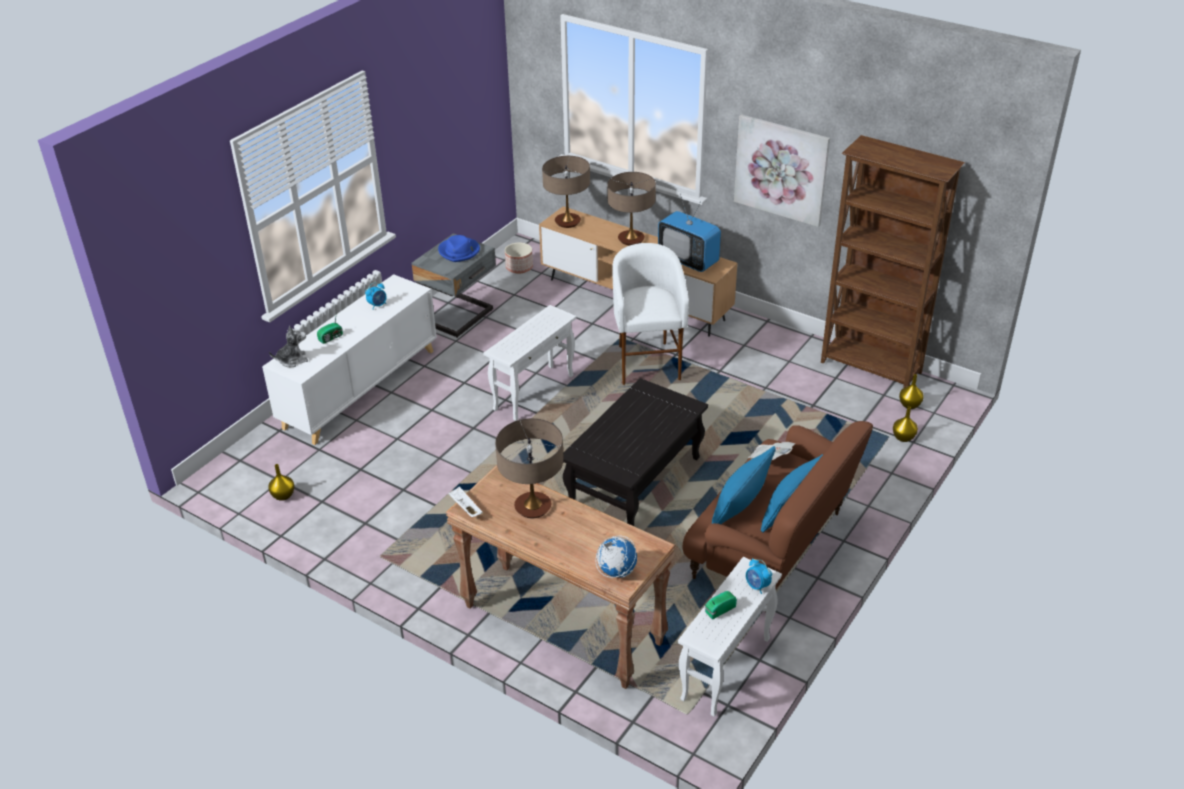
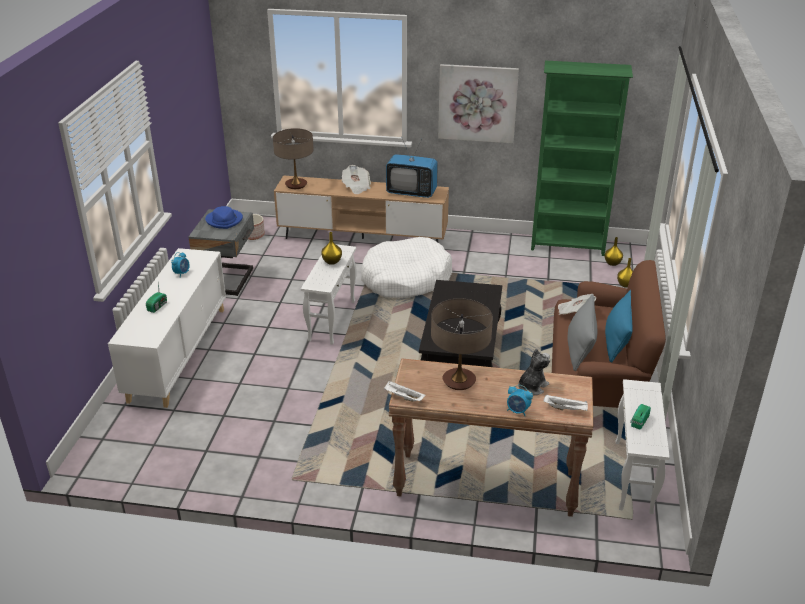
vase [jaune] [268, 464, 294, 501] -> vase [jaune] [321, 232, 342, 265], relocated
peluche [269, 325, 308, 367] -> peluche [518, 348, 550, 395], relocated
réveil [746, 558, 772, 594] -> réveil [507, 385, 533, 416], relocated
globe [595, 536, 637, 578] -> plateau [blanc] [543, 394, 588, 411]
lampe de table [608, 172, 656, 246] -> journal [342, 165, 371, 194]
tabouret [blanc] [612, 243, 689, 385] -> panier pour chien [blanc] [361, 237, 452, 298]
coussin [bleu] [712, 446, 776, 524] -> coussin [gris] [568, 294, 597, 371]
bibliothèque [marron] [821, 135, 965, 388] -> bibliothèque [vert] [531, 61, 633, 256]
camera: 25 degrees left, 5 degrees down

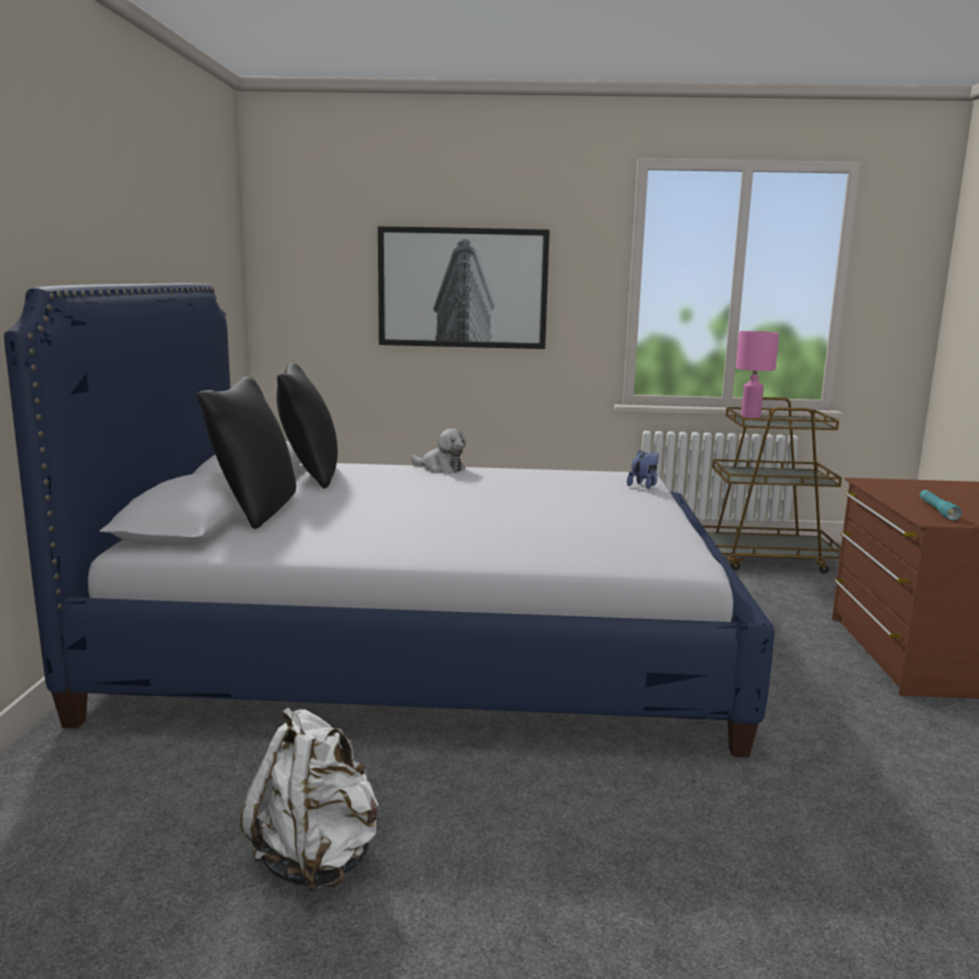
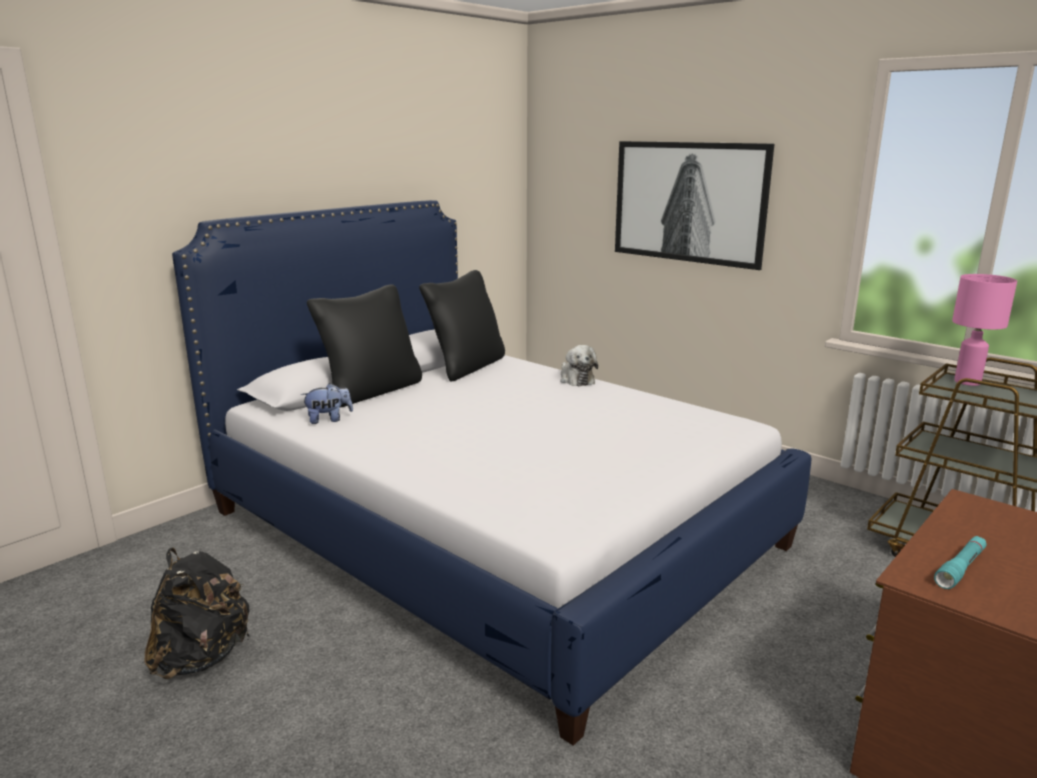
peluche [627, 449, 659, 489] -> peluche [301, 383, 353, 424], relocated
sac à dos [blanc] [241, 707, 379, 891] -> sac à dos [noir] [145, 548, 250, 679]
camera: 40 degrees right, 5 degrees up

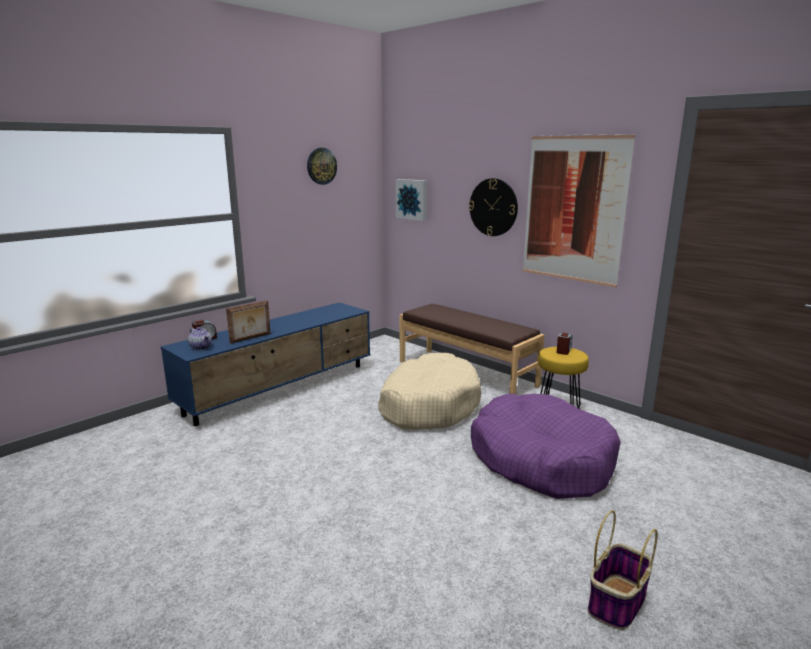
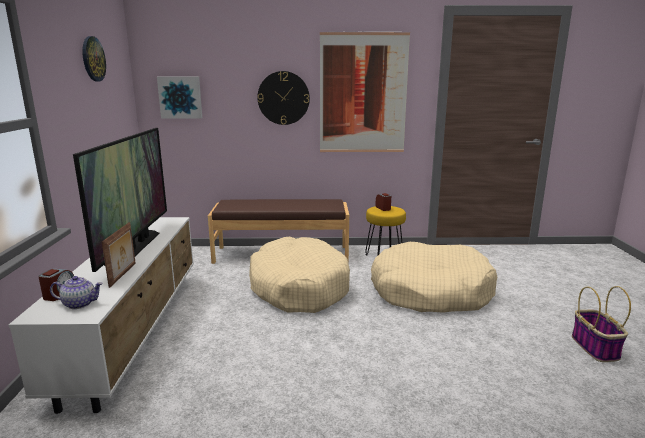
none -> téléviseur [73, 128, 167, 272]
meuble télé [bleu] [161, 302, 370, 426] -> meuble télé [blanc] [9, 217, 194, 414]
panier pour chien [violet] [471, 393, 621, 499] -> panier pour chien [beige] [371, 242, 497, 313]
camera: 45 degrees left, 0 degrees up

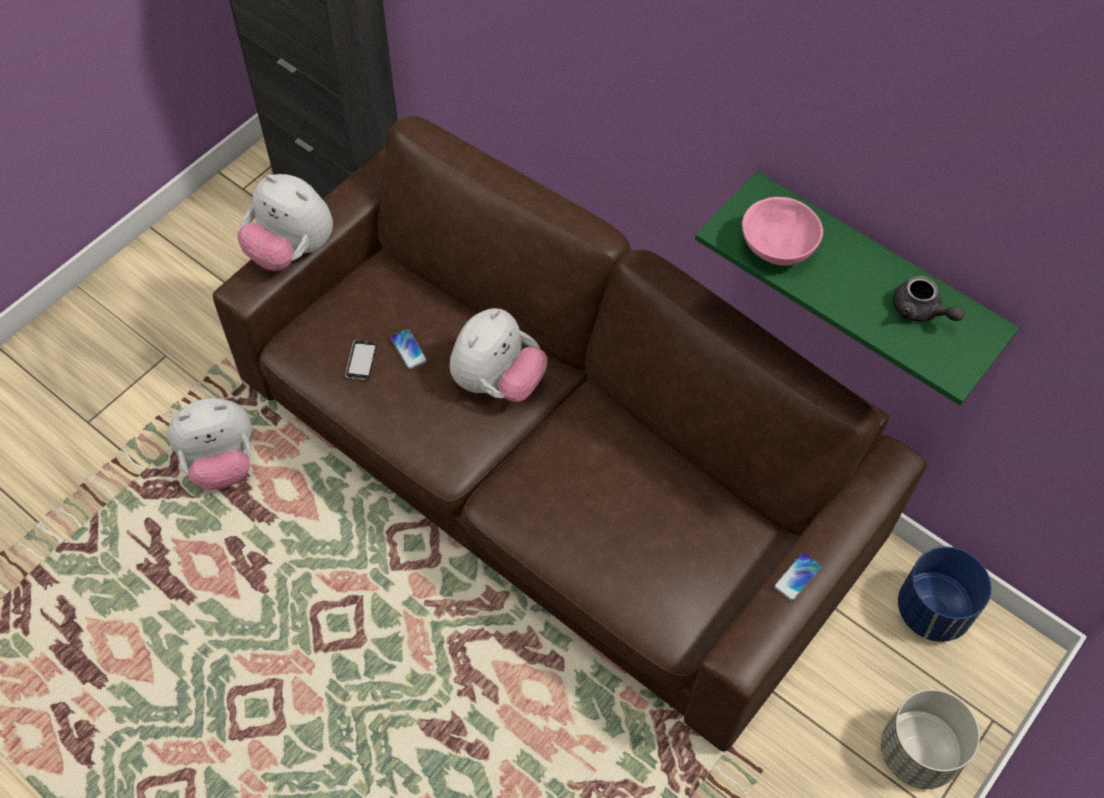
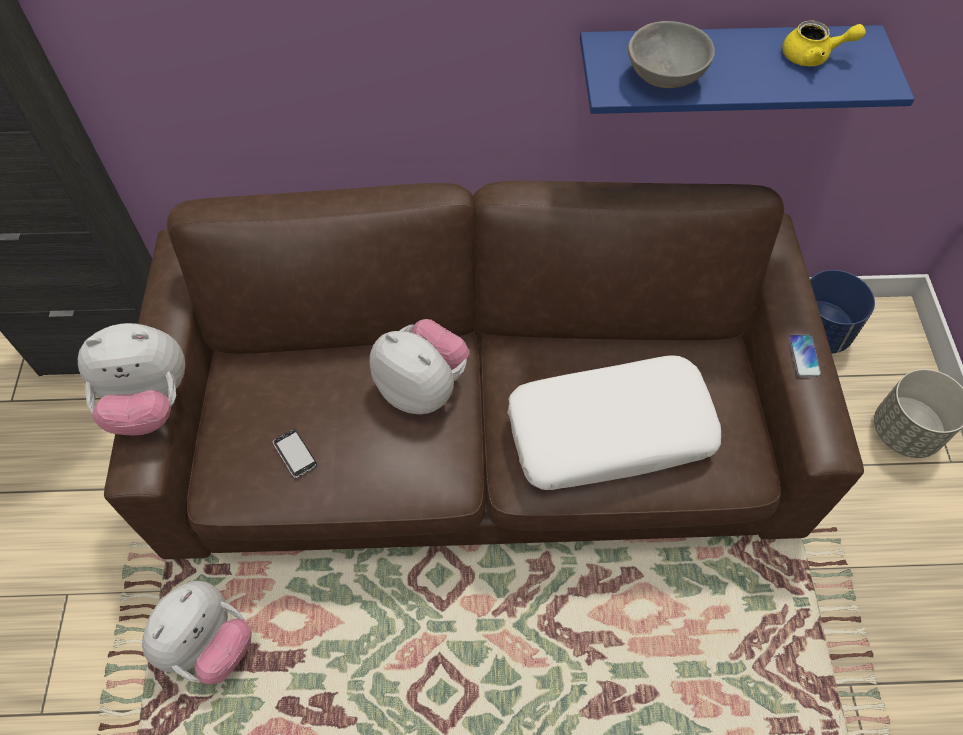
téléphone [390, 329, 427, 370] -> none
none -> coussin [blanc] [507, 355, 721, 490]
étagère [vert] [695, 172, 1019, 405] -> étagère [bleu] [580, 25, 915, 114]
bol [rose] [742, 197, 823, 266] -> bol [gris] [628, 21, 715, 88]
théière [gris] [893, 276, 964, 322] -> théière [jaune] [782, 20, 866, 66]
peluche [450, 308, 547, 402] -> peluche [370, 319, 470, 414], 45 degrees counterclockwise
camera: 40 degrees left, 0 degrees up

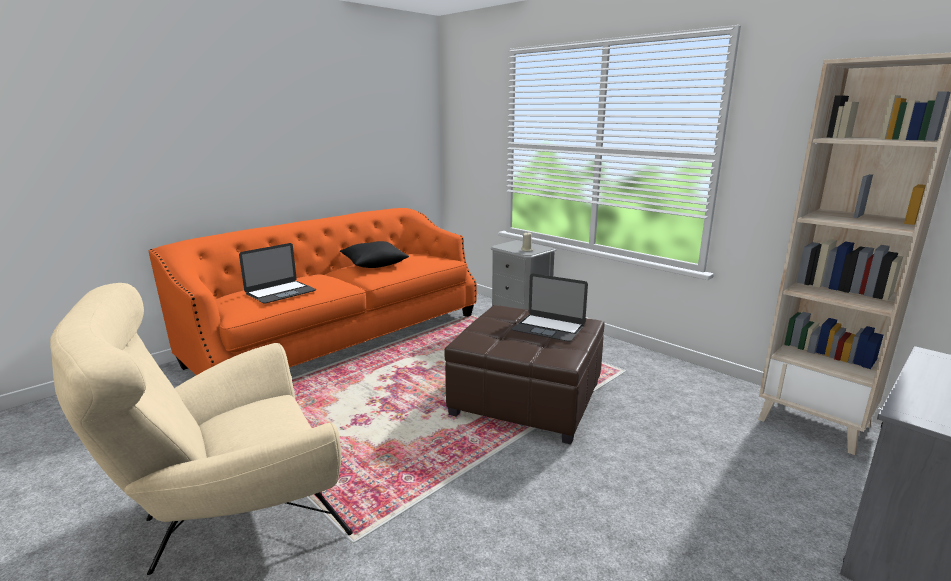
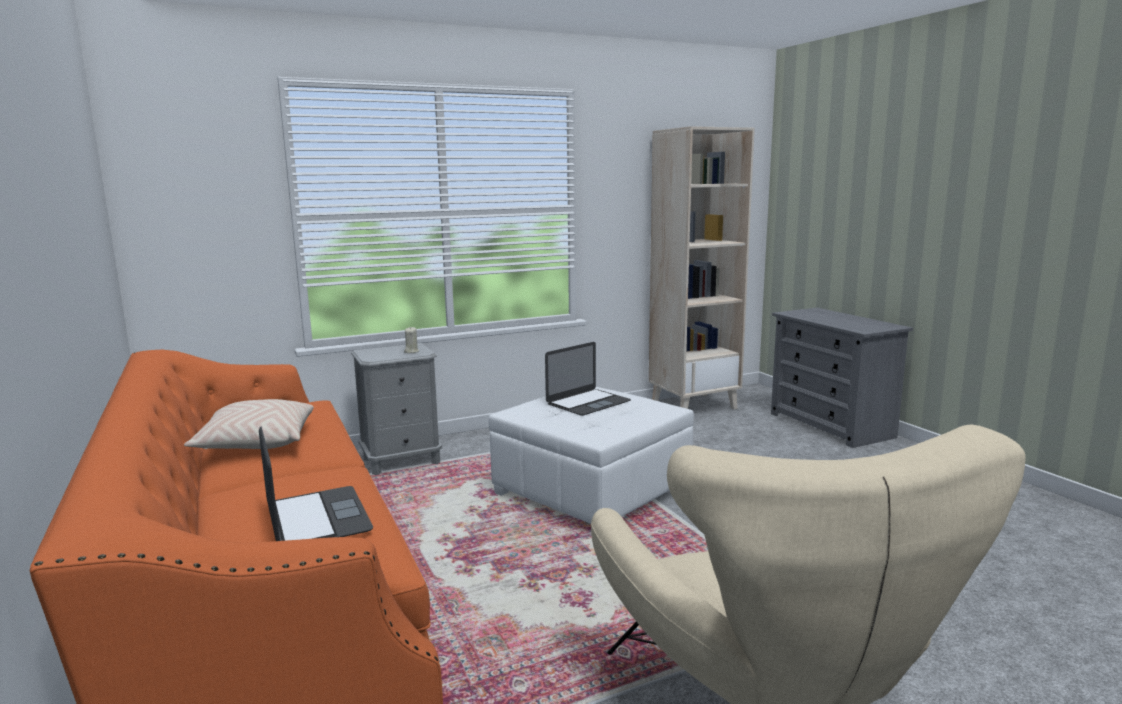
coussin [noir] [340, 241, 409, 268] -> coussin [beige] [184, 399, 314, 449]
pouf [marron] [444, 305, 605, 444] -> pouf [blanc] [489, 387, 694, 524]
camera: 70 degrees left, 5 degrees down

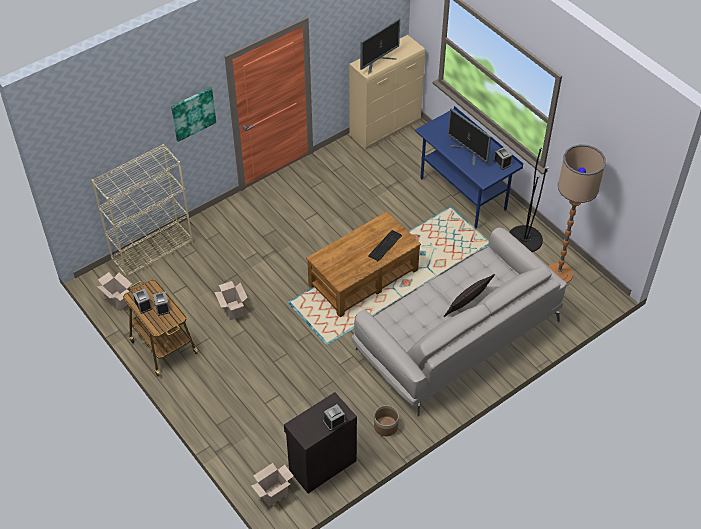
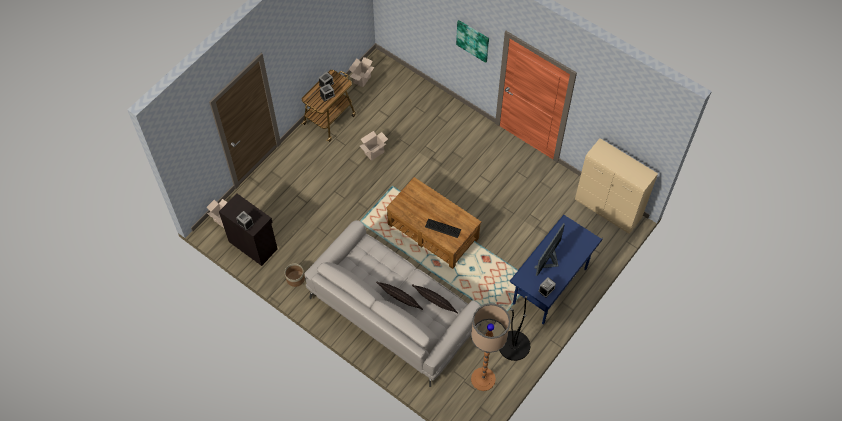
bibliothèque [beige] [91, 144, 193, 279] -> none
écran d'ordinateur [360, 18, 400, 74] -> none
none -> coussin [412, 284, 458, 314]
camera: 75 degrees right, 10 degrees up

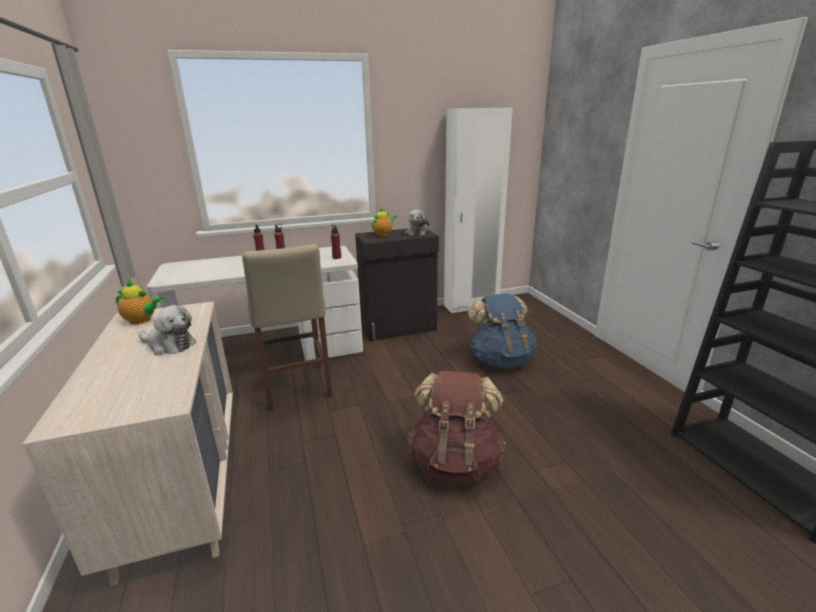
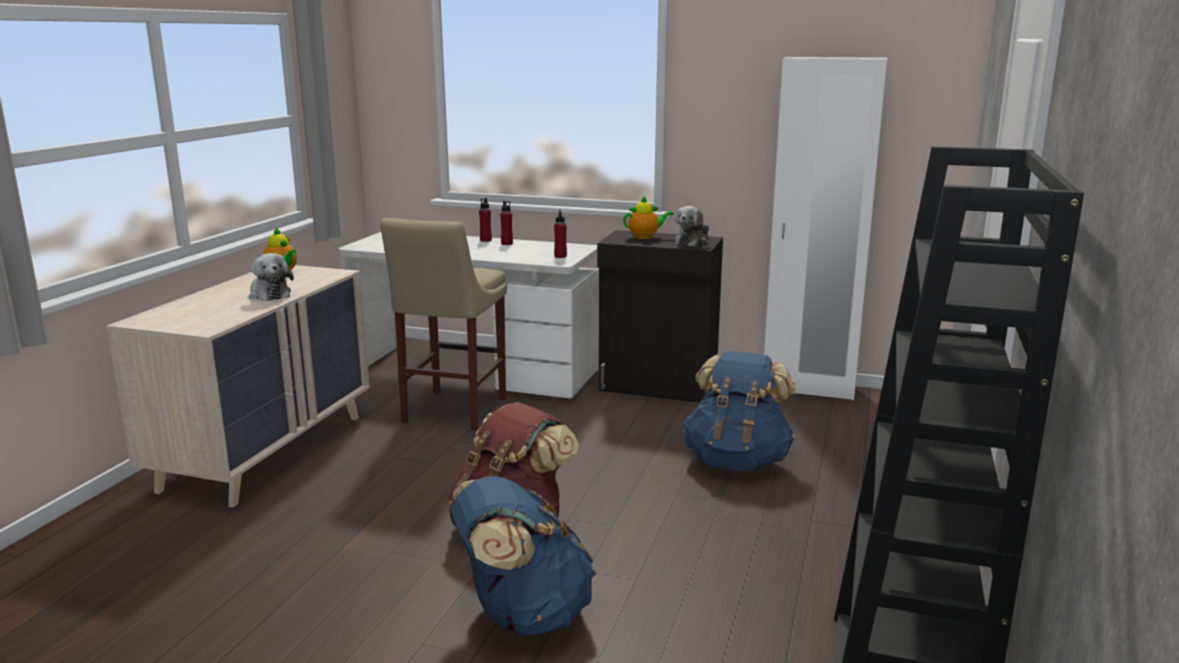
none -> sac à dos [bleu] [451, 476, 596, 635]
camera: 35 degrees right, 5 degrees down

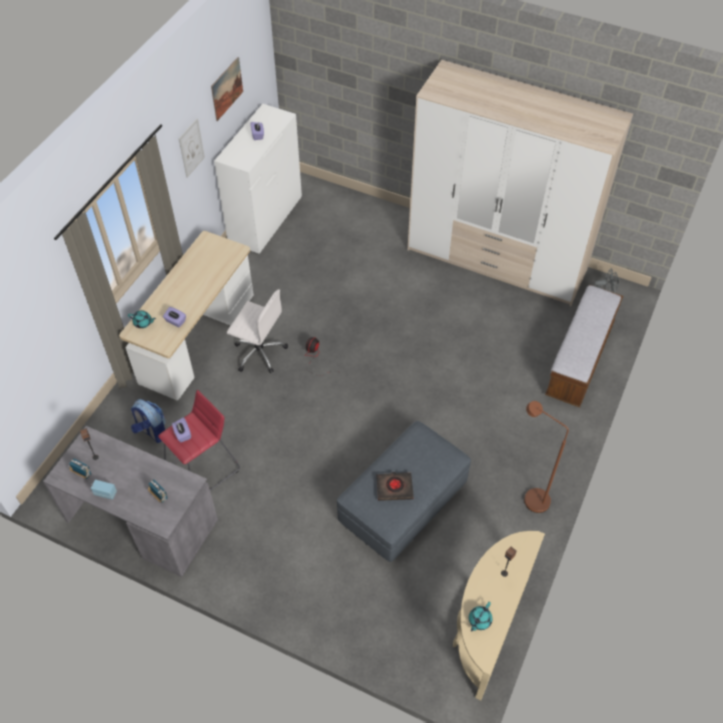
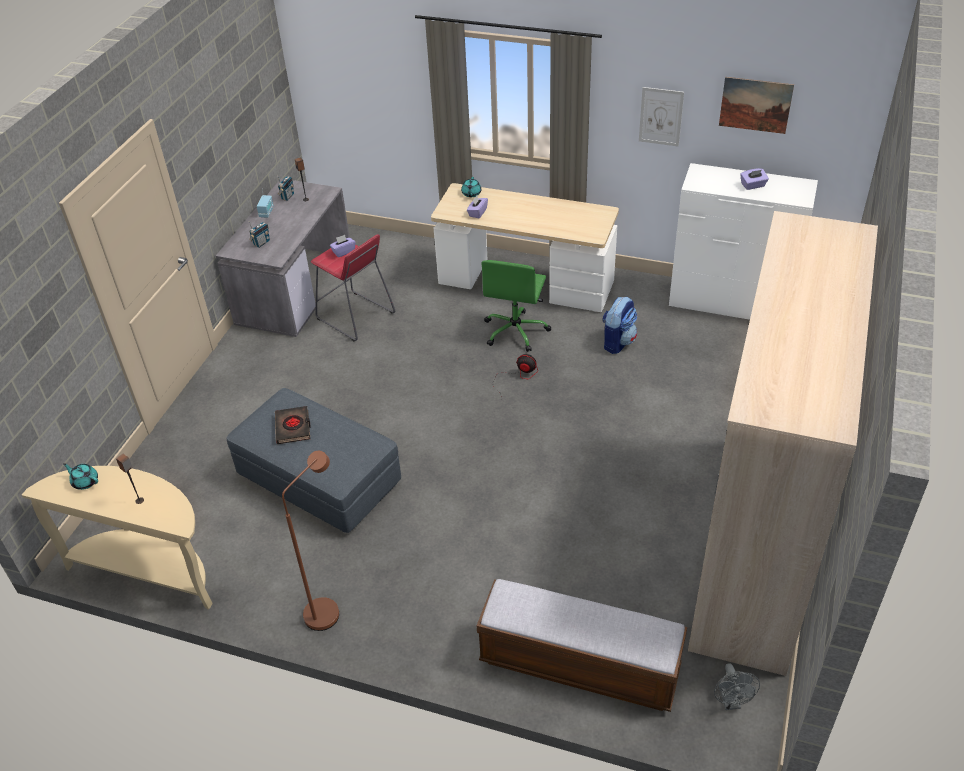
sac à dos [131, 399, 166, 443] -> sac à dos [602, 297, 637, 354], relocated
chaise de bureau [blanc] [227, 289, 288, 373] -> chaise de bureau [vert] [481, 260, 551, 352]
camera: 85 degrees right, 10 degrees down

